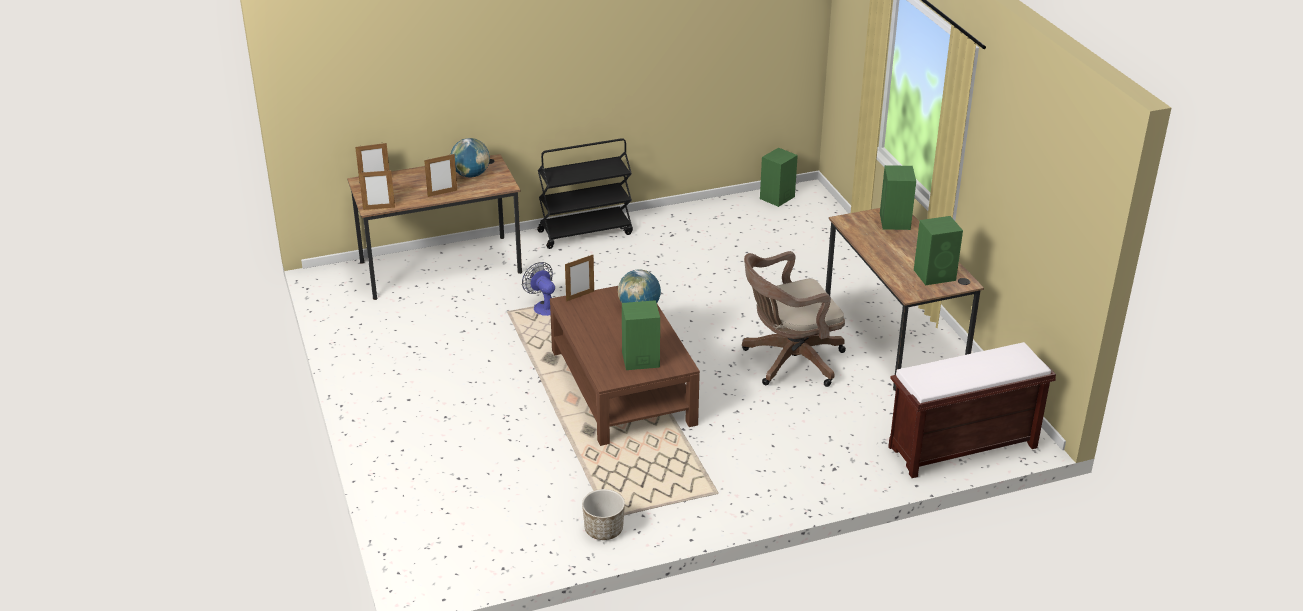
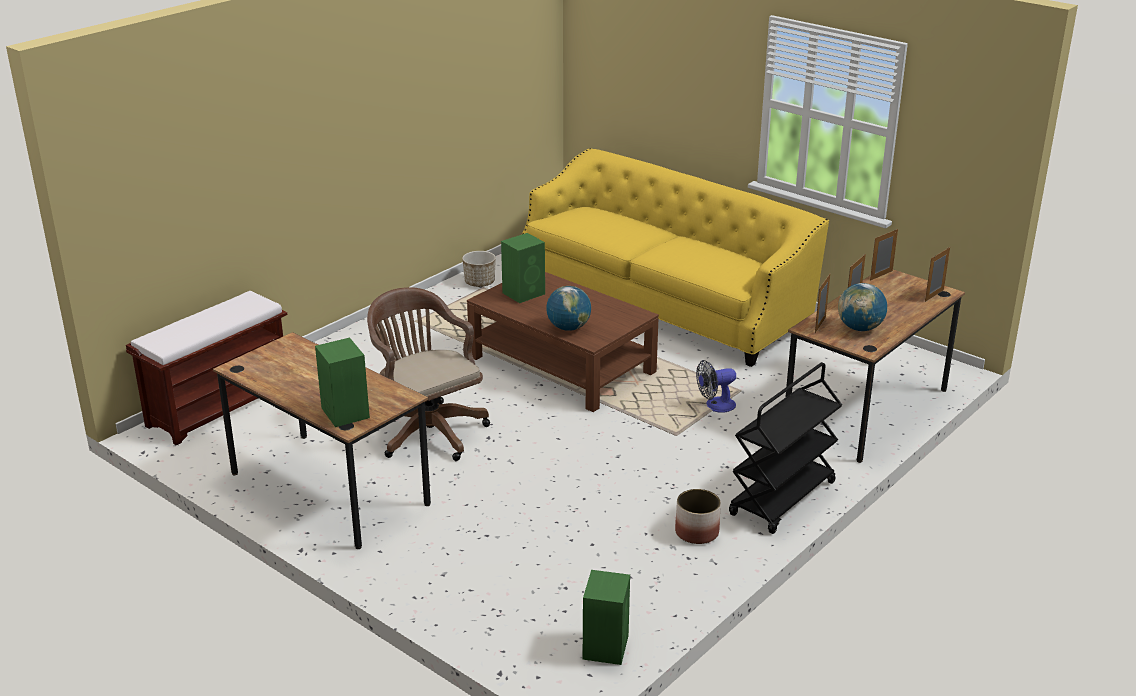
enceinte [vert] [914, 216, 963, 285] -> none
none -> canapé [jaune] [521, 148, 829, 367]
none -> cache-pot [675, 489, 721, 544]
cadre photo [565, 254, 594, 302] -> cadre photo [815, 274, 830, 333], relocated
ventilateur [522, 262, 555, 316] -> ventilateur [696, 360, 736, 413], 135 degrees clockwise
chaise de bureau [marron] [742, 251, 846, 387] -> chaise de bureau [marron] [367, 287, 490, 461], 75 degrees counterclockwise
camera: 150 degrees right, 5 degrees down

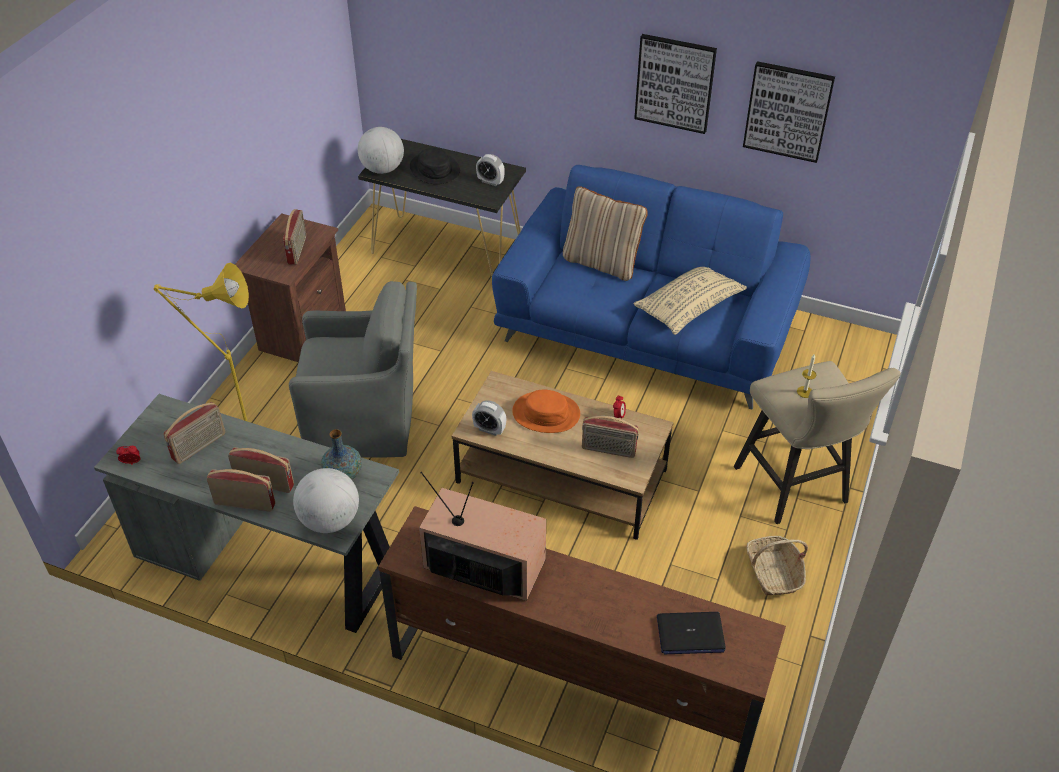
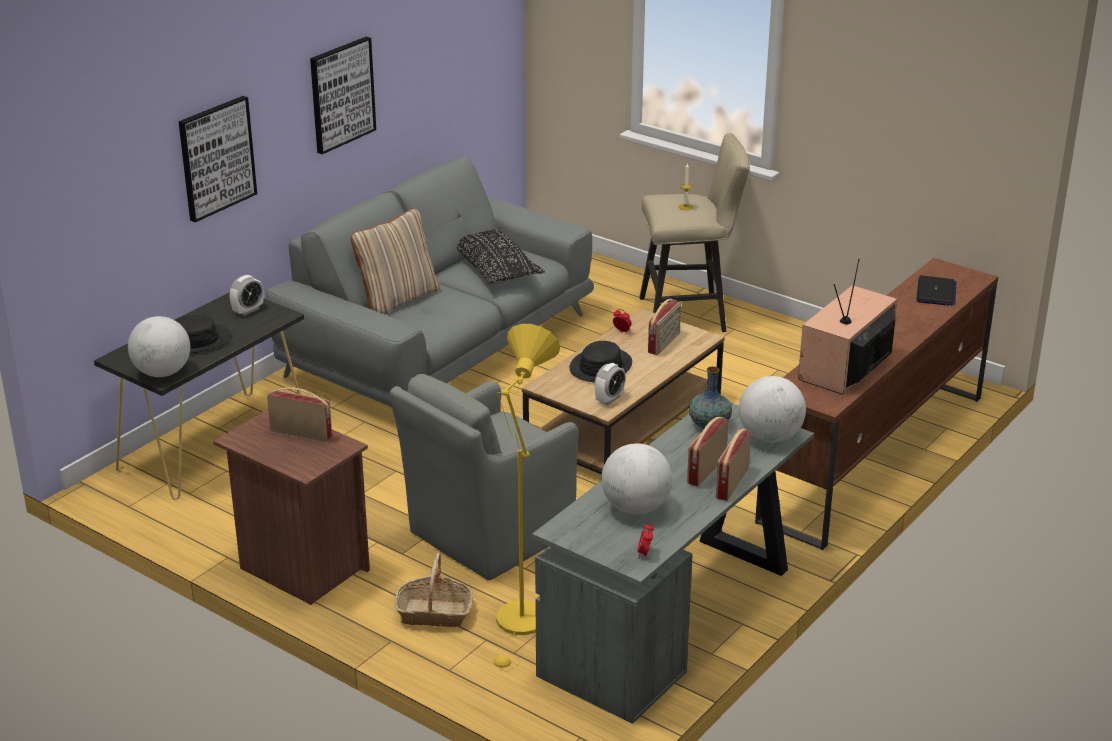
tableau [743, 61, 835, 163] -> tableau [178, 96, 257, 222], relocated
panier [746, 536, 808, 595] -> panier [395, 552, 473, 627], relocated
radio [163, 402, 225, 464] -> globe [601, 443, 672, 515]
canapé [bleu] [492, 165, 811, 409] -> canapé [gris] [266, 157, 594, 407]
chapeau [orange] [512, 390, 580, 433] -> chapeau [noir] [569, 341, 632, 382]
coussin [beige] [634, 267, 747, 335] -> coussin [noir] [457, 228, 545, 284]
fauteuil [gris] [289, 281, 417, 457] -> fauteuil [gris] [390, 374, 579, 580], 150 degrees counterclockwise
camera: 75 degrees left, 15 degrees down

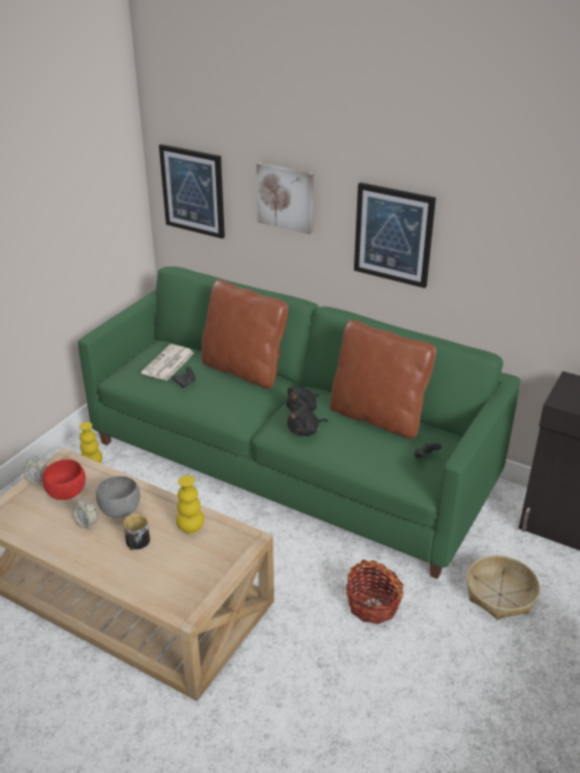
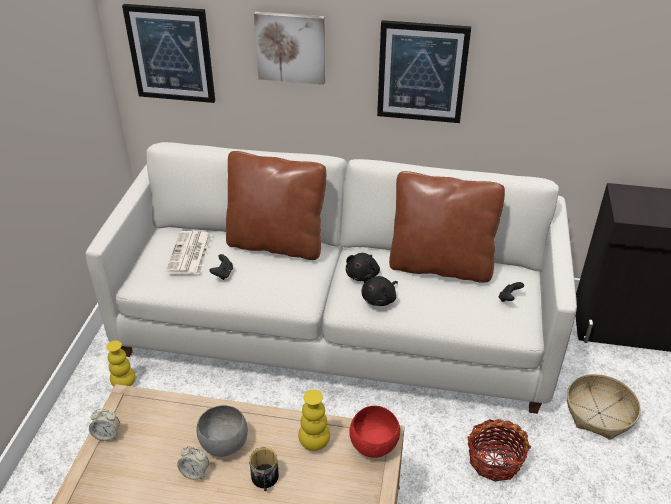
bol [rouge] [42, 459, 86, 500] -> bol [rouge] [349, 406, 400, 458], relocated
canapé [vert] [78, 266, 520, 579] -> canapé [blanc] [85, 142, 577, 414]
camera: 20 degrees left, 5 degrees up

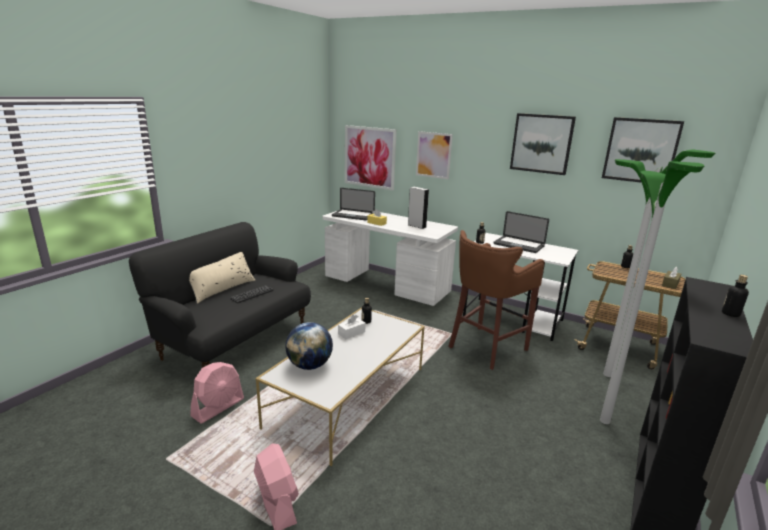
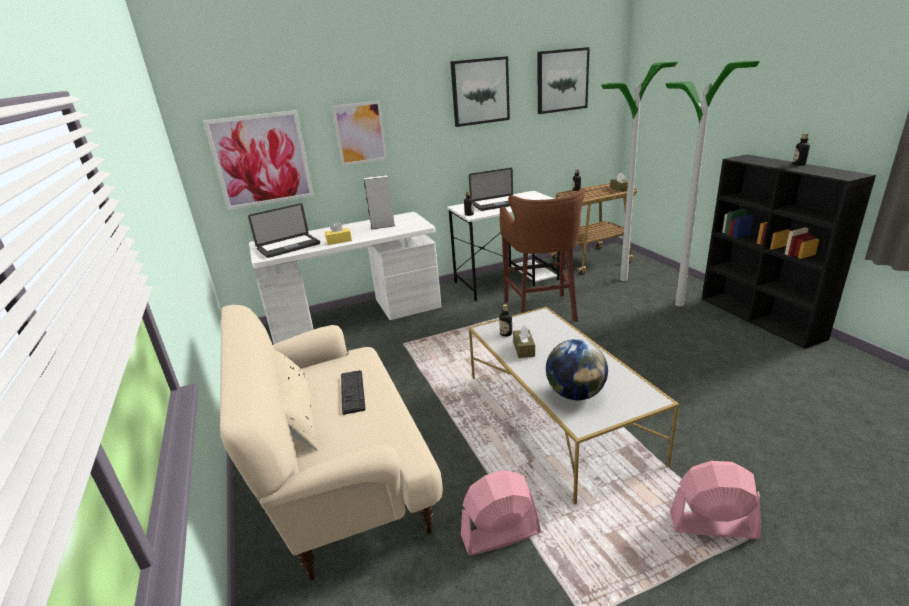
canapé [noir] [129, 222, 311, 368] -> canapé [beige] [220, 305, 443, 580]
boîte à mouchoirs [blanc] [338, 315, 366, 339] -> boîte à mouchoirs [marron] [513, 325, 535, 358]
ventilateur [rose] [190, 362, 244, 424] -> ventilateur [rose] [461, 470, 541, 556], 90 degrees counterclockwise
camera: 50 degrees left, 5 degrees up

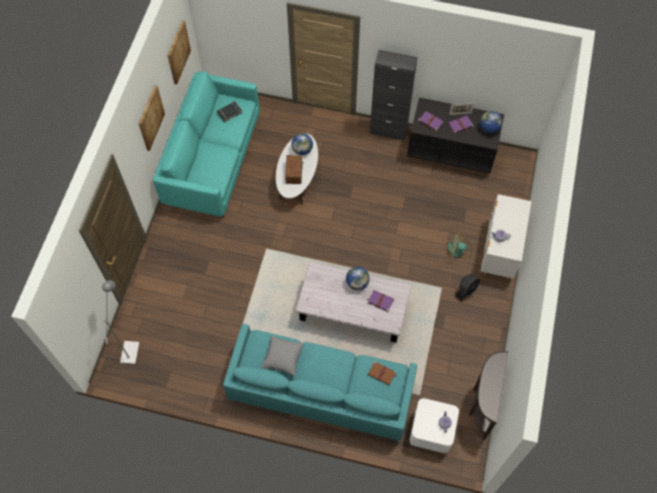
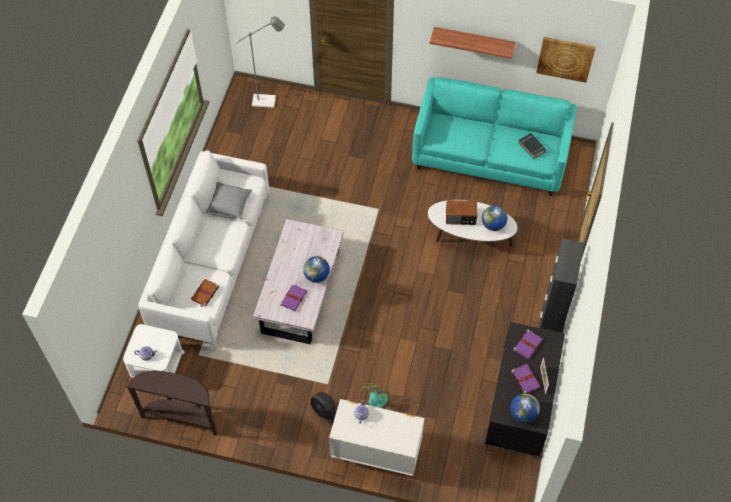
tableau [138, 85, 165, 151] -> étagère [430, 27, 516, 59]
canapé [turquoise] [223, 324, 417, 442] -> canapé [blanc] [138, 150, 269, 347]
camera: 90 degrees right, 5 degrees down

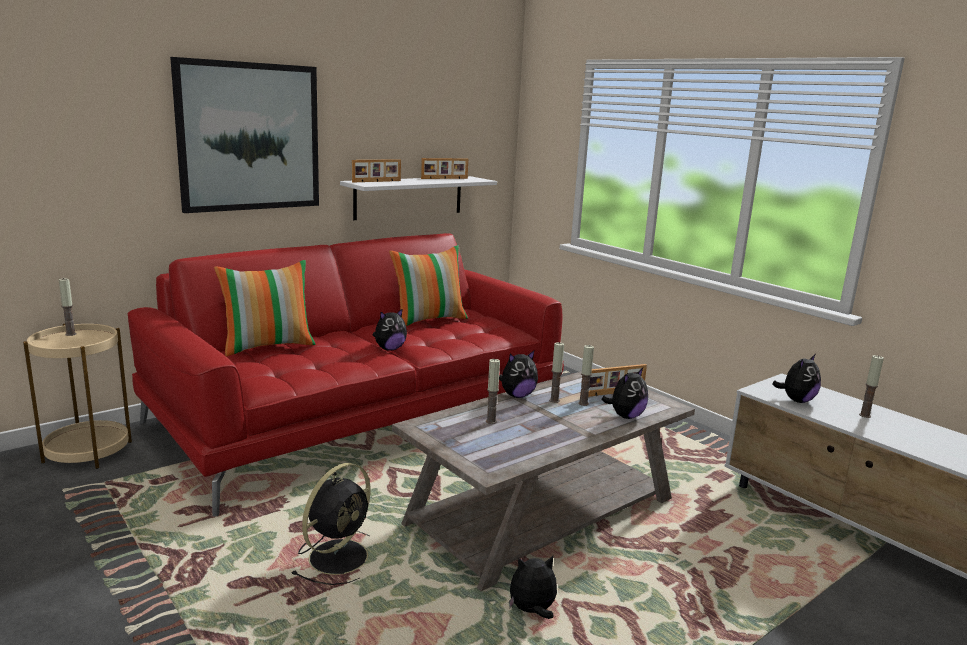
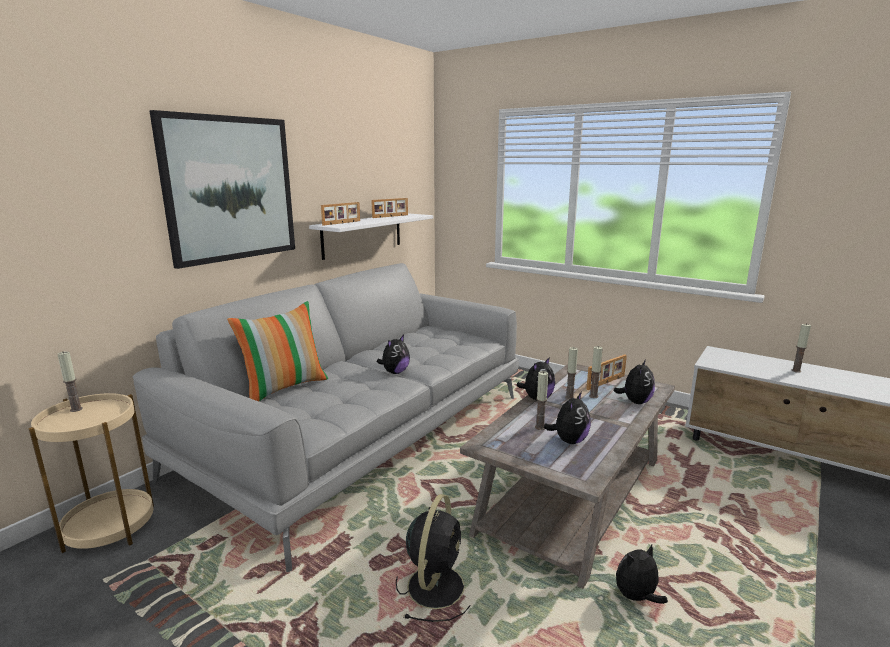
coussin [389, 245, 468, 326] -> none
peluche [772, 354, 821, 403] -> peluche [544, 391, 591, 444], relocated
canapé [rouge] [128, 233, 564, 516] -> canapé [gris] [133, 263, 519, 572]
camera: 15 degrees left, 0 degrees up

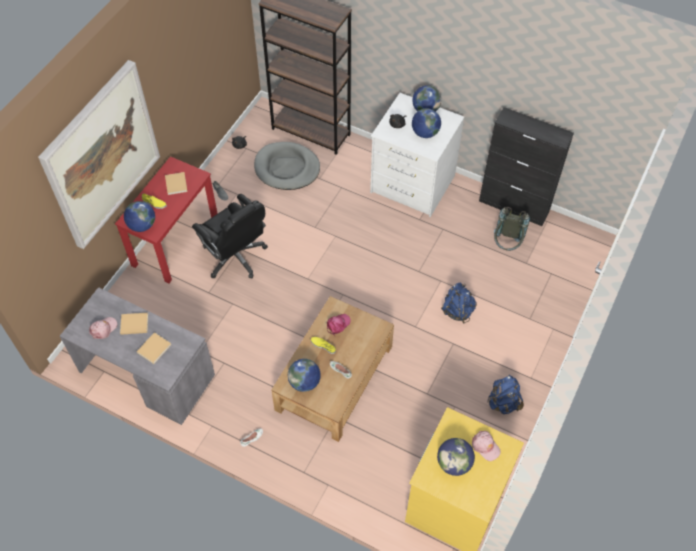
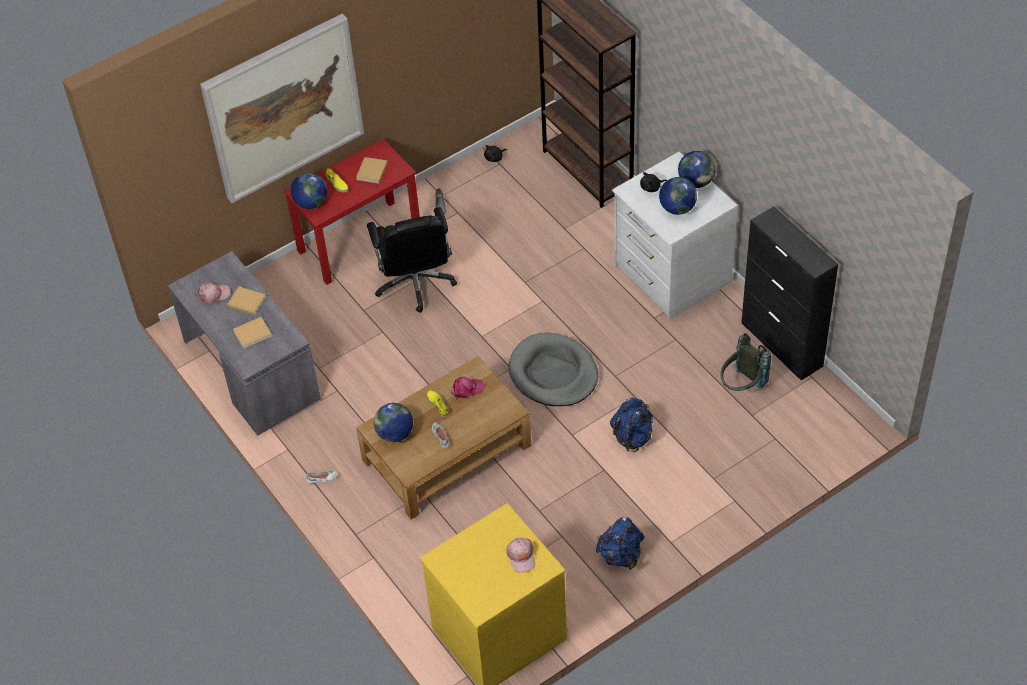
globe [437, 438, 475, 476] -> none
panier pour chien [gris] [254, 142, 320, 190] -> panier pour chien [gris] [509, 333, 598, 406], relocated
camera: 30 degrees right, 5 degrees down

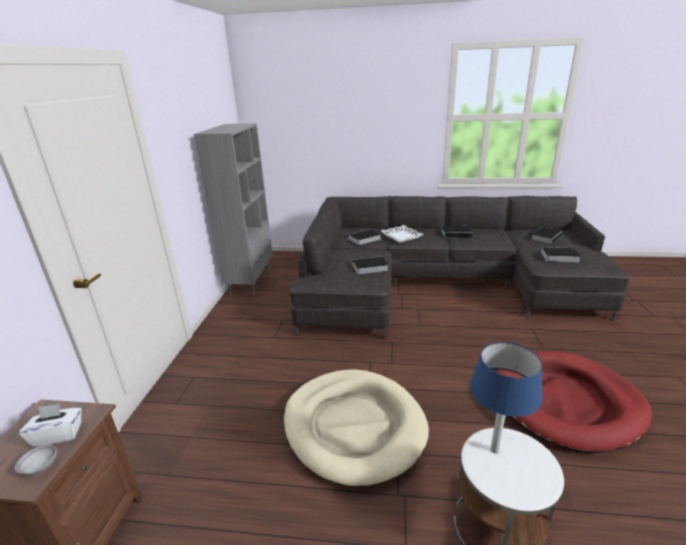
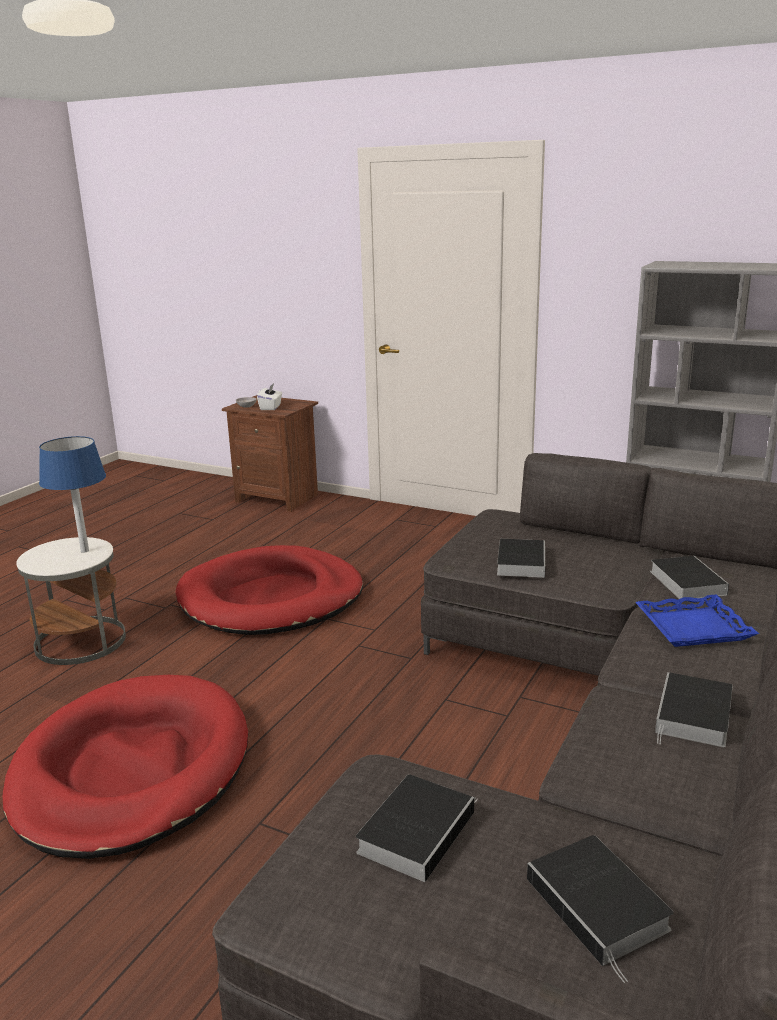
panier pour chien [beige] [284, 369, 429, 487] -> panier pour chien [rouge] [175, 545, 363, 635]
plateau [blanc] [381, 225, 424, 243] -> plateau [bleu] [635, 594, 759, 647]
camera: 110 degrees right, 5 degrees down

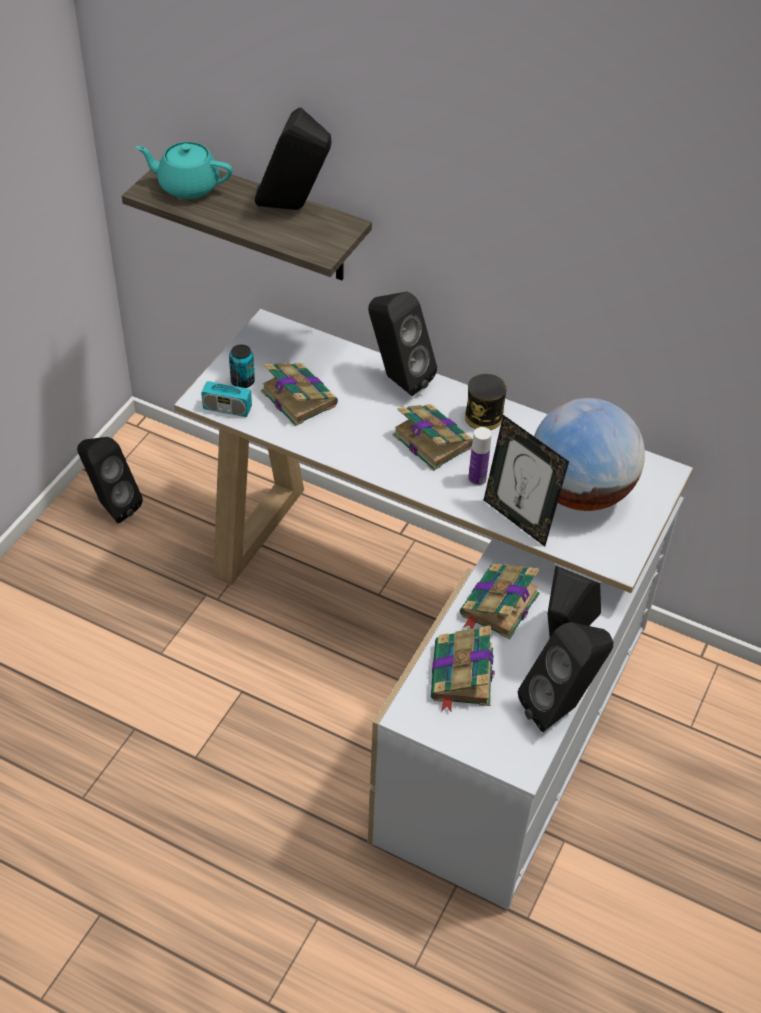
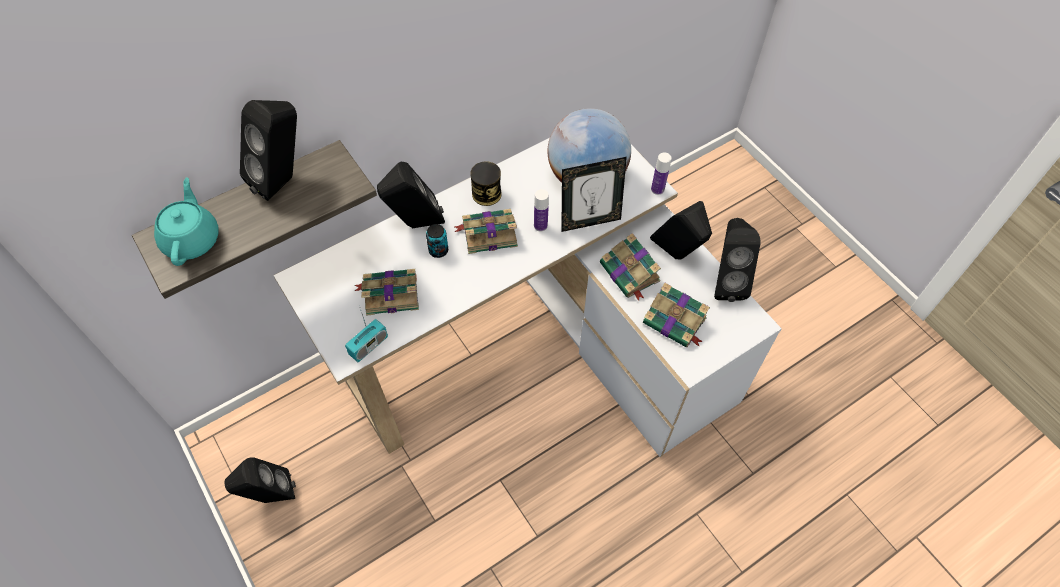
none -> bouteille [651, 152, 671, 195]
boîte métallique [229, 345, 255, 388] -> boîte métallique [426, 224, 448, 258], relocated
théière [turquoise] [136, 142, 233, 199] -> théière [turquoise] [154, 177, 218, 266], 135 degrees clockwise
camera: 60 degrees left, 10 degrees up

